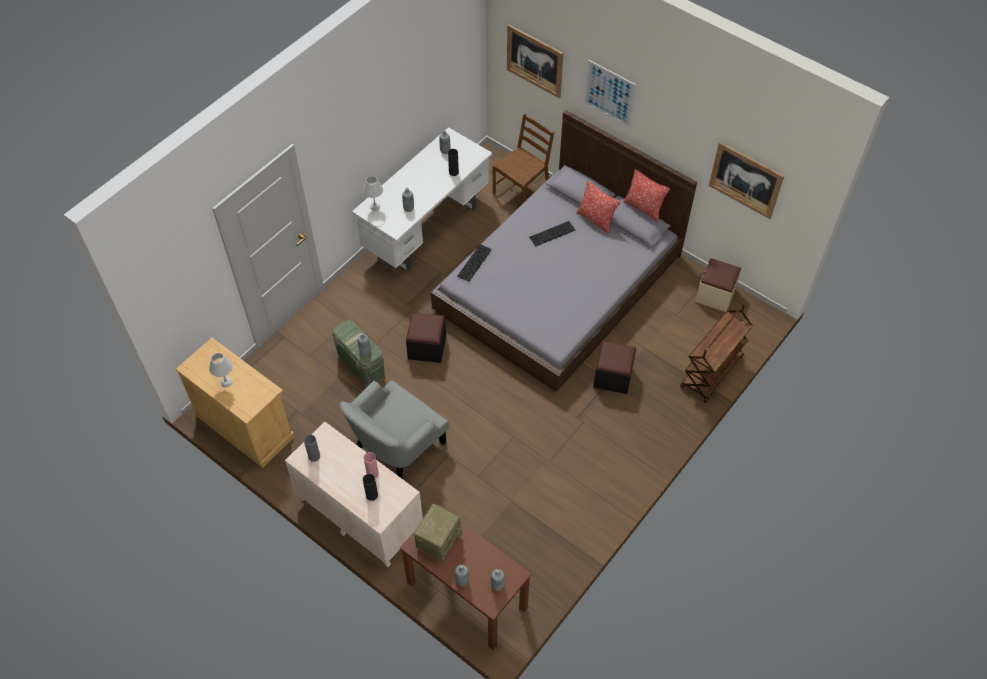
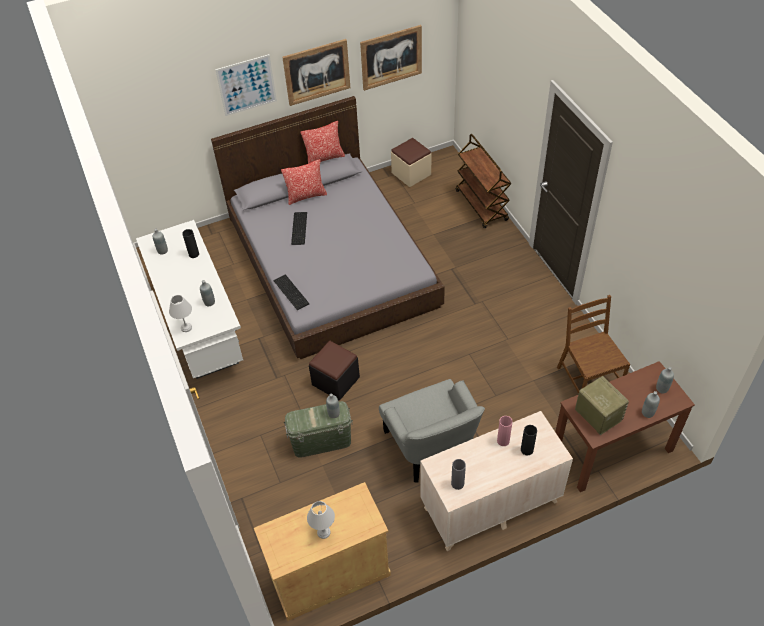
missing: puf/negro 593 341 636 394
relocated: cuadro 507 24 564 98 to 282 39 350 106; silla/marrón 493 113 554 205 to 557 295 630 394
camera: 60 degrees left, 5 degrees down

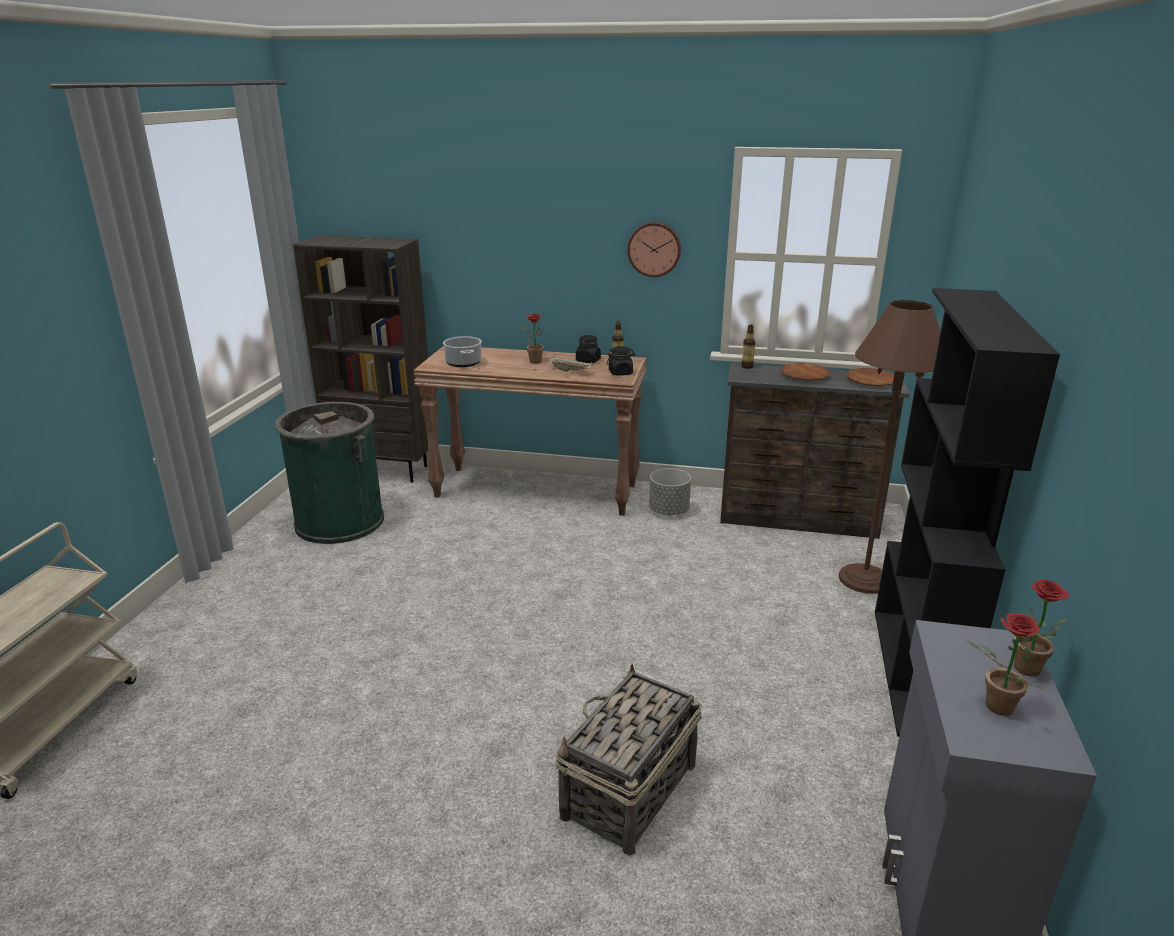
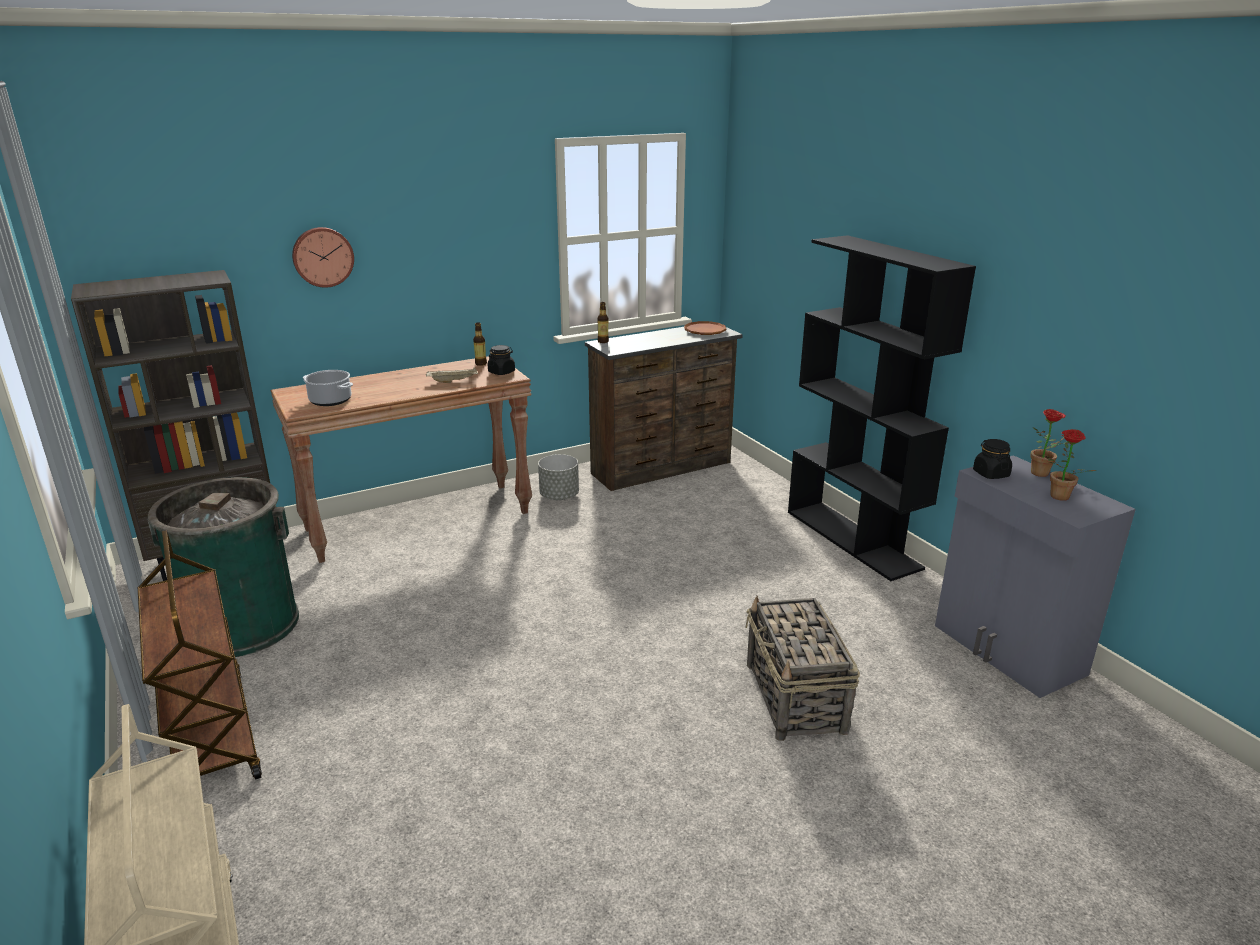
missing: planta en maceta 521 313 546 364; plato/marrón 780 363 830 381; lámpara de pie/marrón 839 300 941 594
appeared: carrito/marrón 138 530 262 780
relocated: reloj de pared 627 222 681 277 to 292 227 354 288; tarro/negro 576 335 601 363 to 973 439 1012 479
camera: 40 degrees left, 0 degrees up

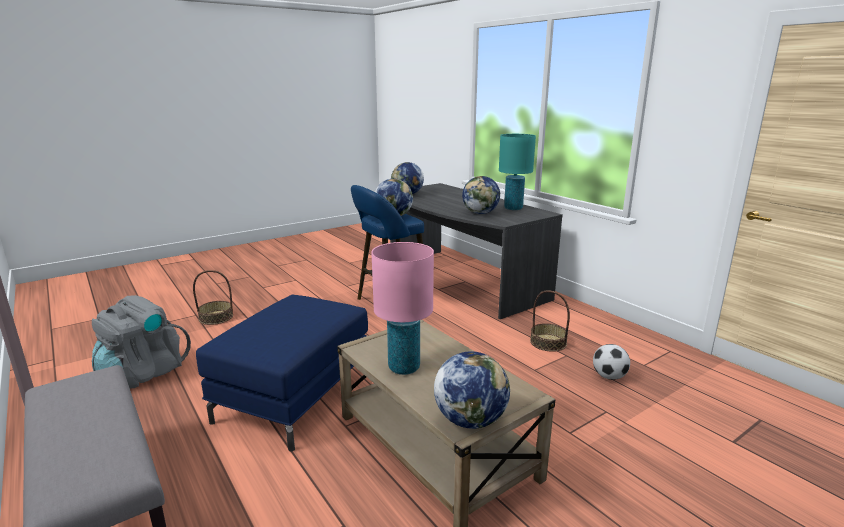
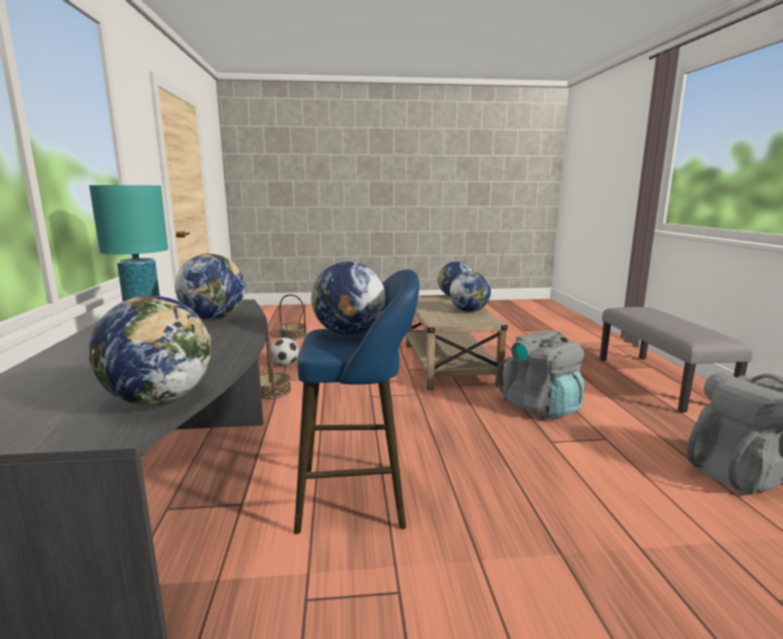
relocated: cesta 193 270 233 325 to 279 294 307 339
exchanged: lámpara de mesa/rosa 371 242 434 375 to globo terráqueo 450 271 491 312; puf/azul 196 294 368 451 to mochila/gris 496 331 585 419
camera: 150 degrees left, 5 degrees down

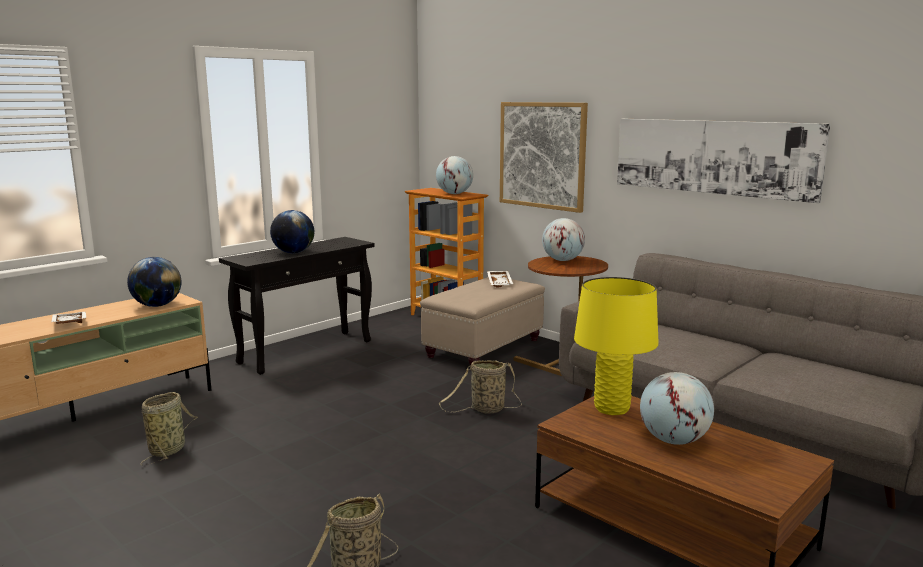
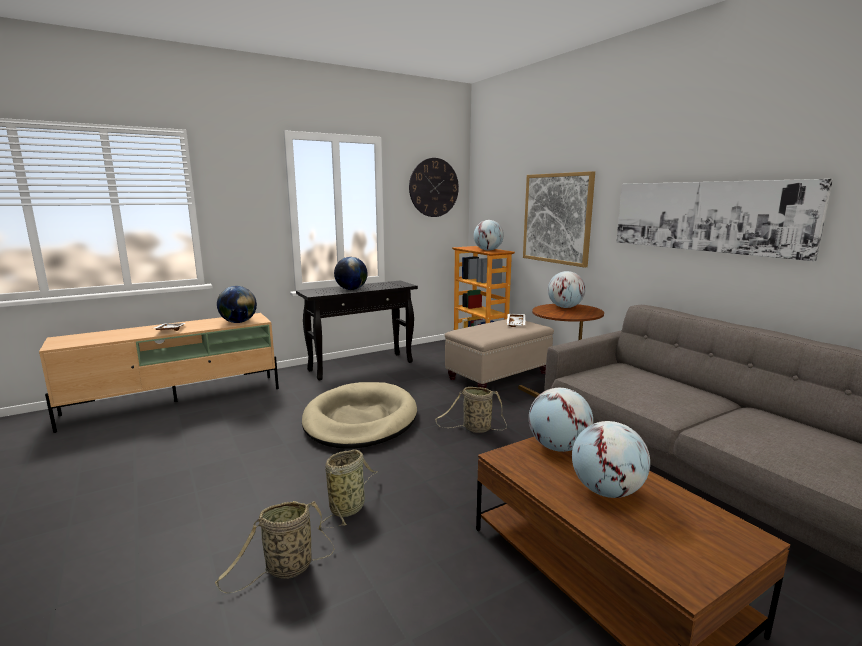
appeared: cama para perro/beis 302 382 417 449; reloj de pared 409 158 459 217
relocated: cesta 141 392 198 465 to 321 450 378 528
exchanged: lámpara de mesa/amarillo 574 277 659 415 to globo terráqueo 529 388 593 452
camera: 15 degrees right, 0 degrees up

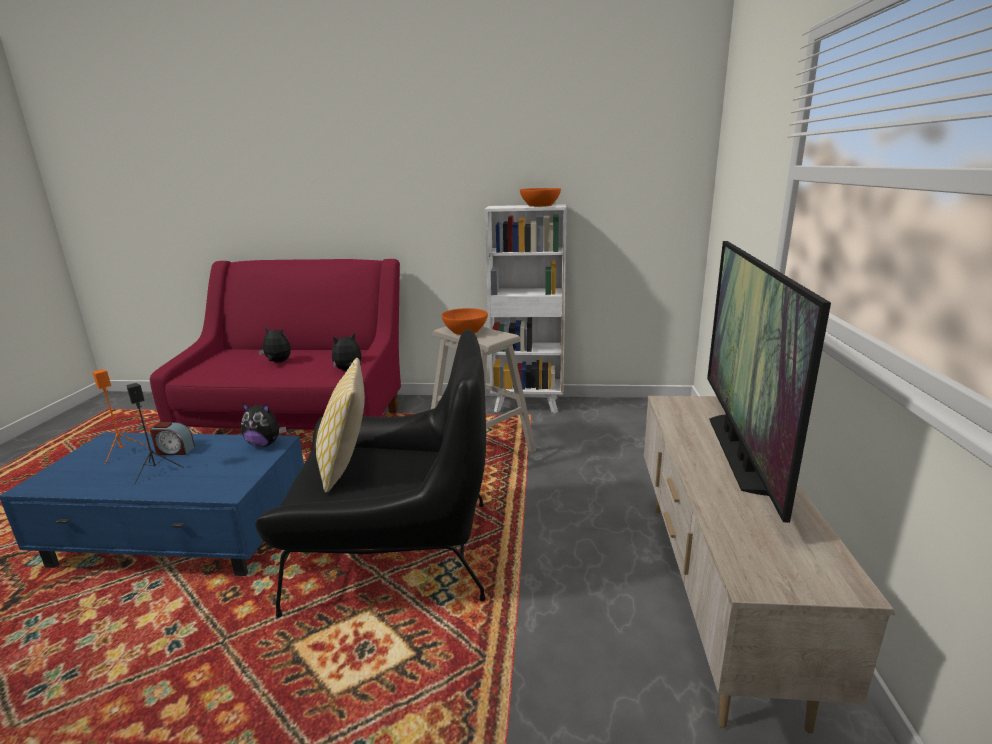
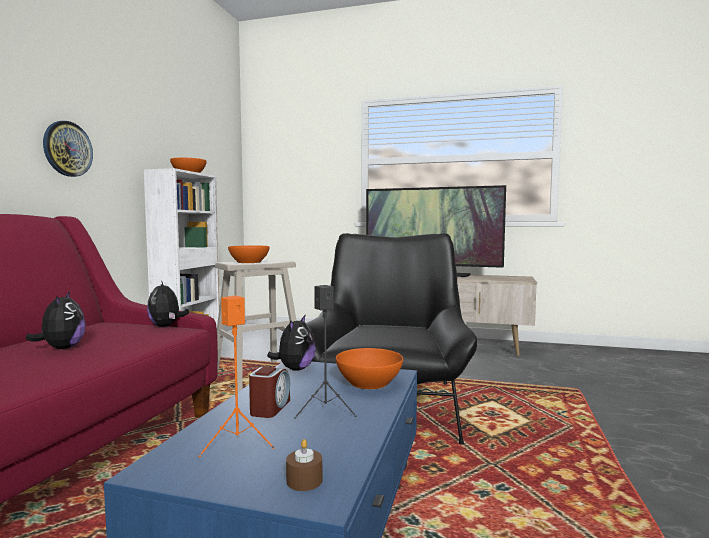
missing: cojín 316 358 365 493
appeared: reloj de pared 43 121 93 177; vela/marrón 286 439 322 491; cuenco/naranja 336 348 403 389
spun: peluche 258 327 291 363 = 25 291 86 349 135 degrees clockwise
camera: 80 degrees left, 15 degrees down

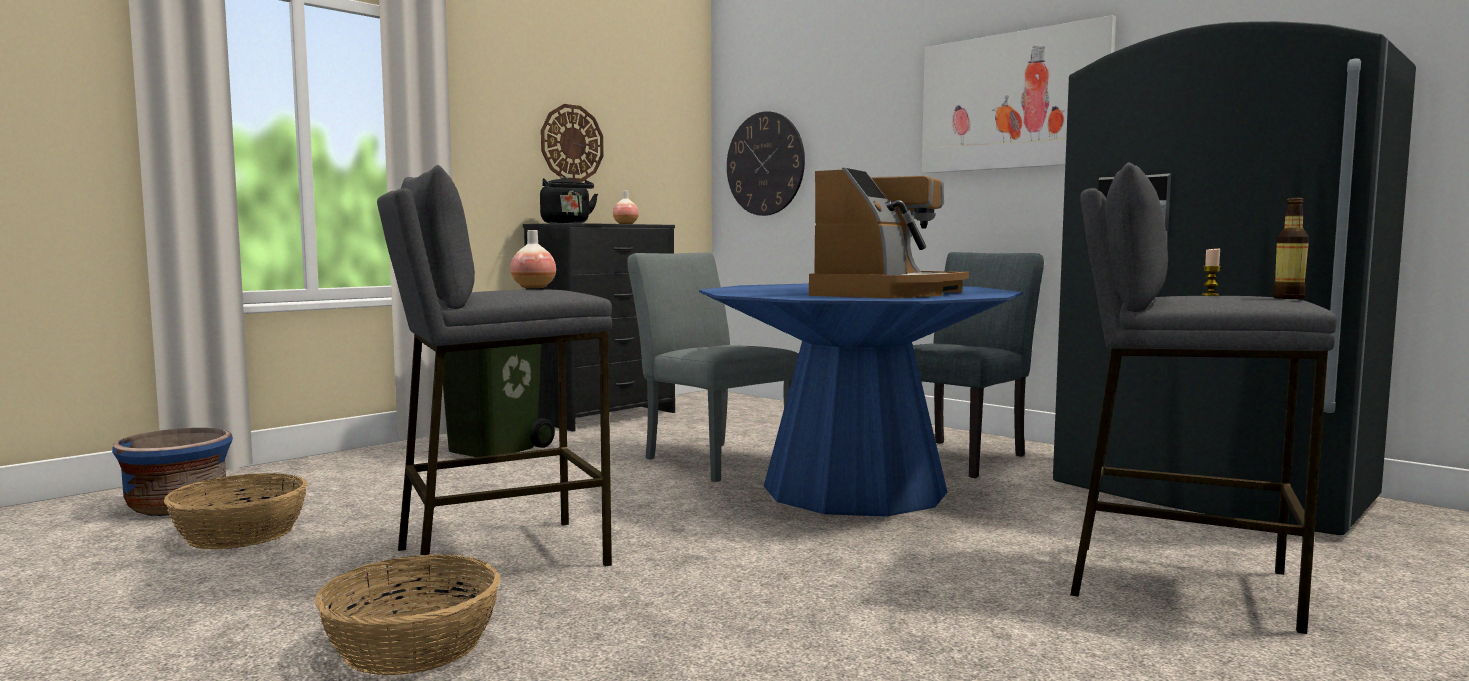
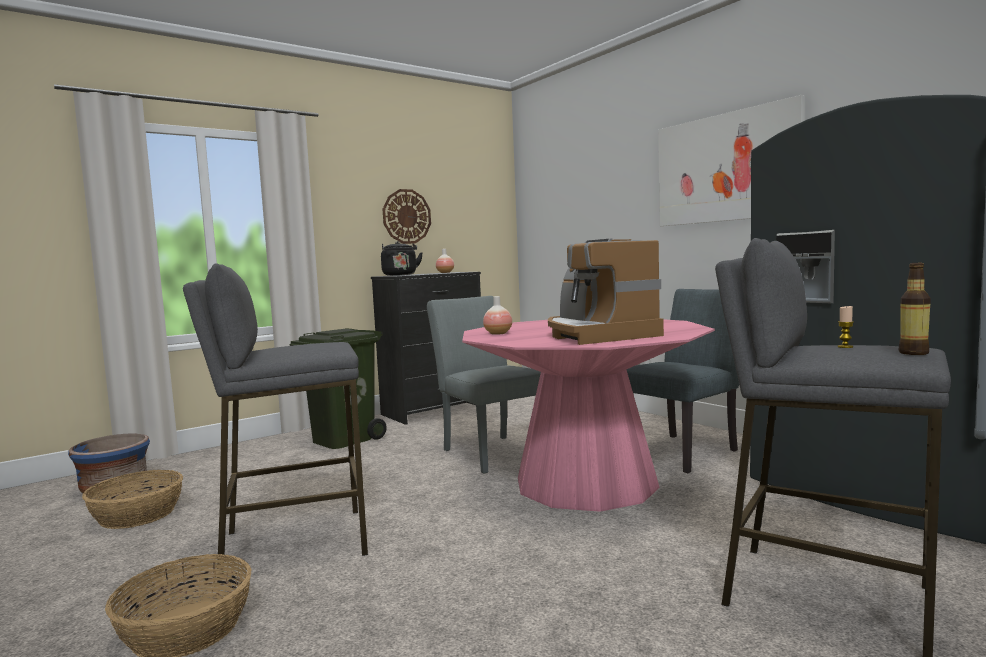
missing: reloj de pared 727 111 805 216
relocated: florero 510 230 556 288 to 483 296 512 335
colour: mesa de comedor/azul 699 283 1023 517 to mesa de comedor/rosa 462 319 715 512
spun: cafetera 809 168 969 298 = 548 238 664 345 120 degrees clockwise
camera: 10 degrees right, 0 degrees up

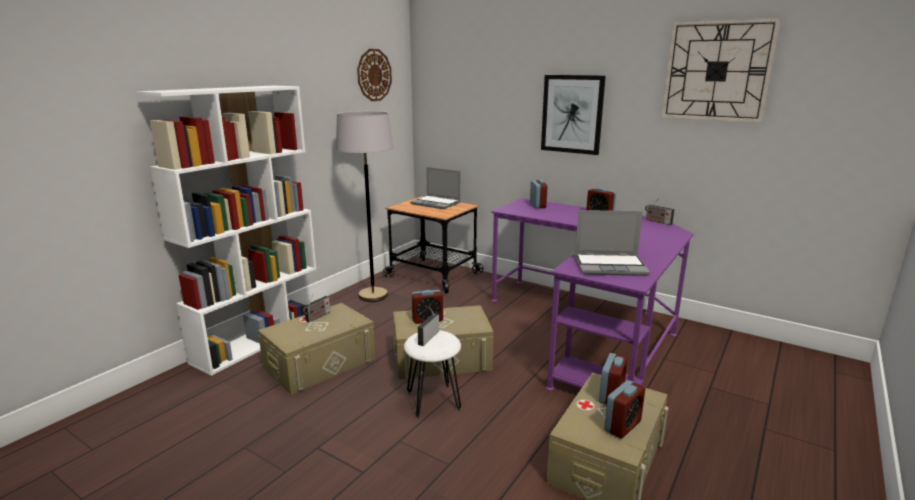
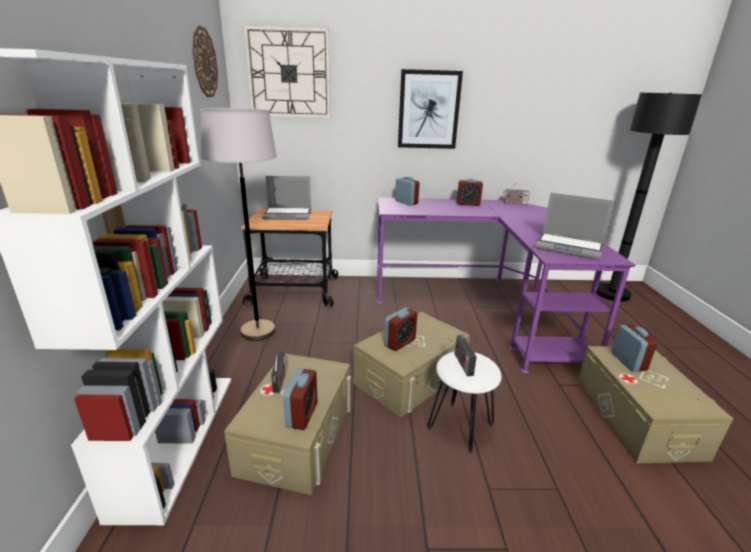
appeared: lámpara de pie/negro 596 92 702 302
relocated: reloj de pared 661 18 780 123 to 244 26 330 118; despertador 604 380 645 439 to 283 368 317 430
spun: portátil 575 210 650 276 = 535 193 615 260 60 degrees clockwise
camera: 35 degrees left, 5 degrees up

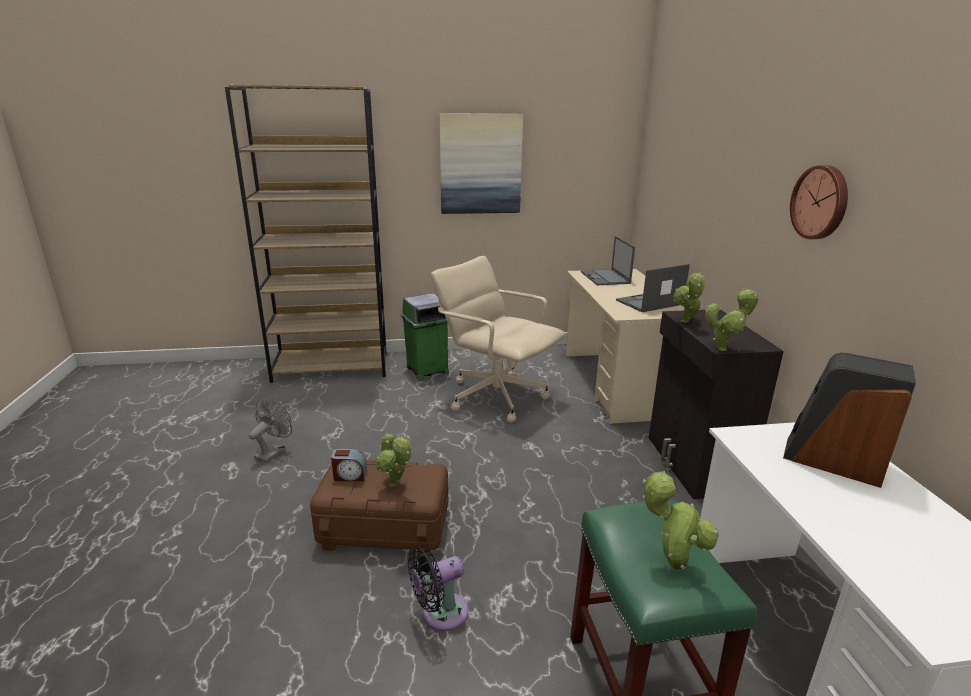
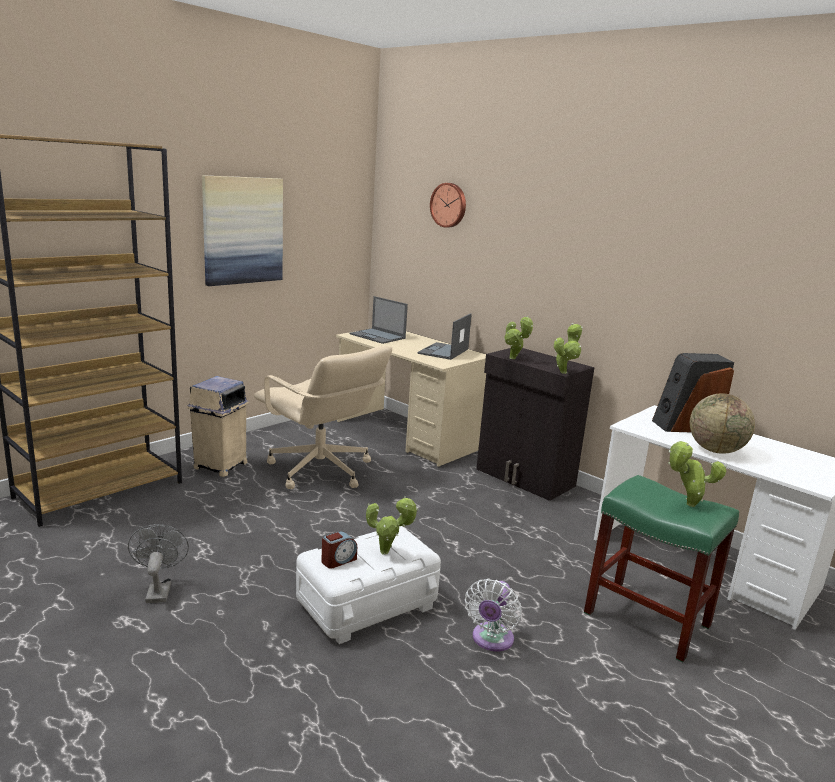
appeared: globo terráqueo 690 393 755 454
relocated: reloj de pared 790 165 848 239 to 430 183 466 228
colour: papelera/verde 401 293 449 380 to papelera/beis 187 376 249 477; caja de almacenaje/marrón 310 460 448 557 to caja de almacenaje/blanco 296 526 441 644; ventilador/negro 408 546 468 631 to ventilador/blanco 465 579 521 651
spun: silla de oficina/beis 431 256 566 422 = 254 346 392 489 135 degrees counterclockwise
camera: 40 degrees left, 5 degrees down

